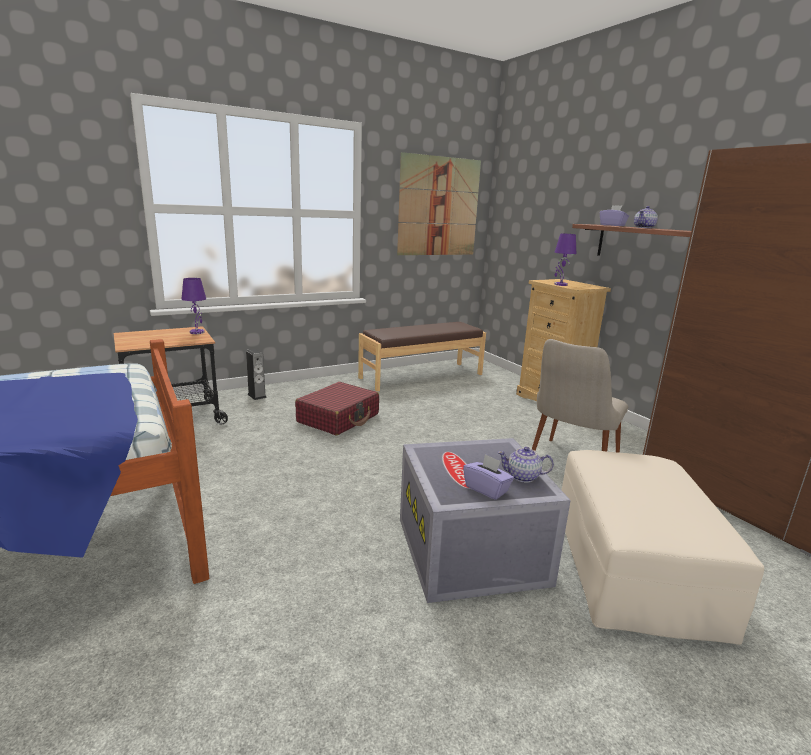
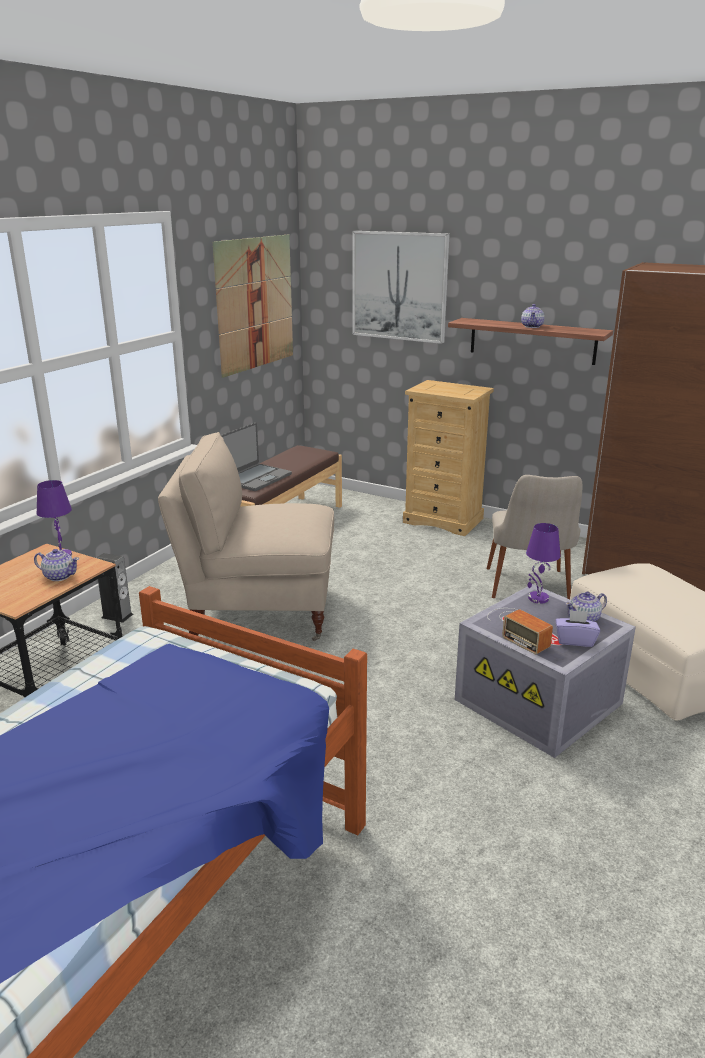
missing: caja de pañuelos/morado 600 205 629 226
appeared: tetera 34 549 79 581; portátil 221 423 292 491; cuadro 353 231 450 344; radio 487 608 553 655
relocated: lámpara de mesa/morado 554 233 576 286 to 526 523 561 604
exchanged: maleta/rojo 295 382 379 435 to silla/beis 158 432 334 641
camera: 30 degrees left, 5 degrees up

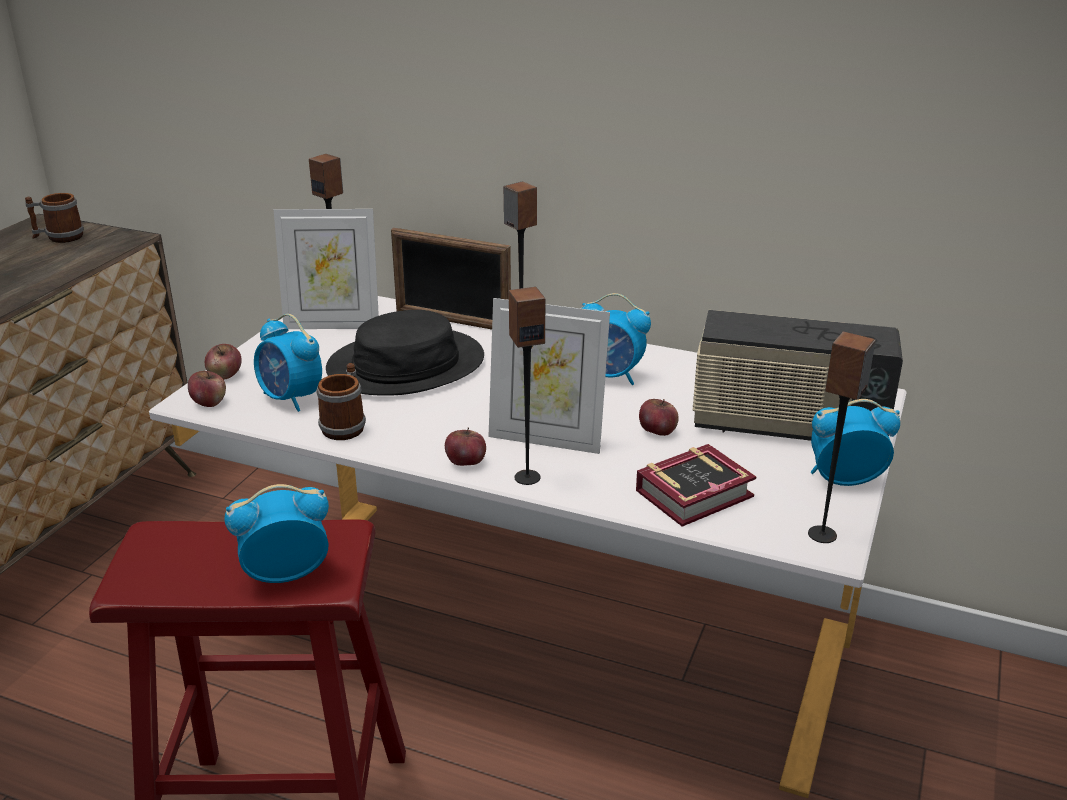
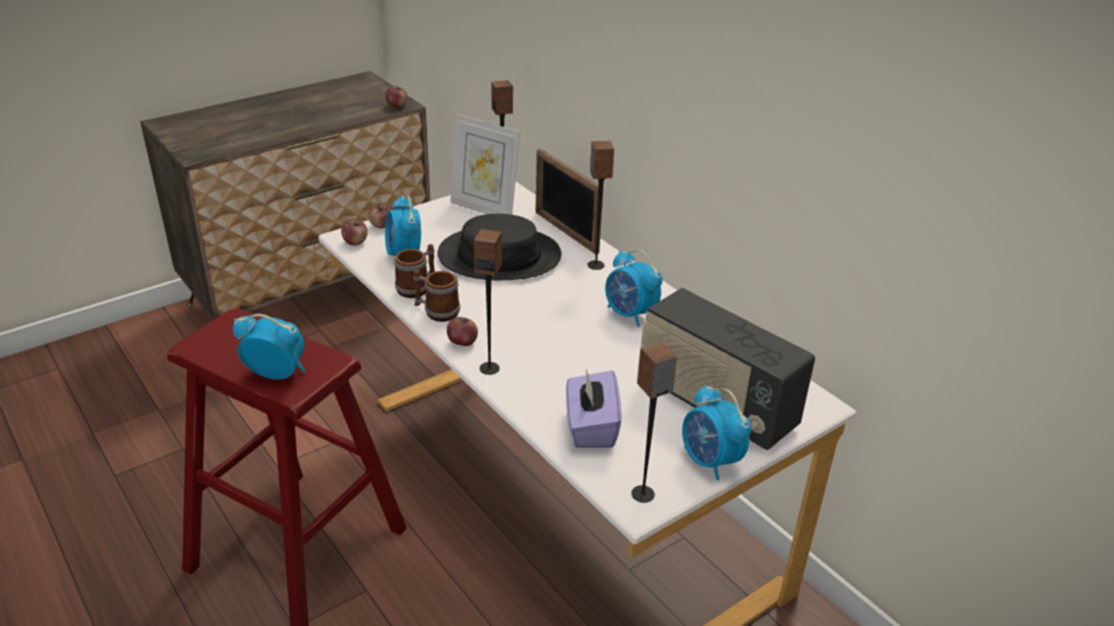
missing: portarretratos 488 298 610 454
relocated: manzana 639 399 679 436 to 385 86 407 108; taza grande 25 193 84 243 to 413 270 460 322
exchanged: libro 636 444 756 527 to caja de pañuelos/morado 566 369 621 448
spun: despertador 811 399 900 486 = 682 385 751 481 150 degrees counterclockwise
camera: 30 degrees right, 5 degrees up

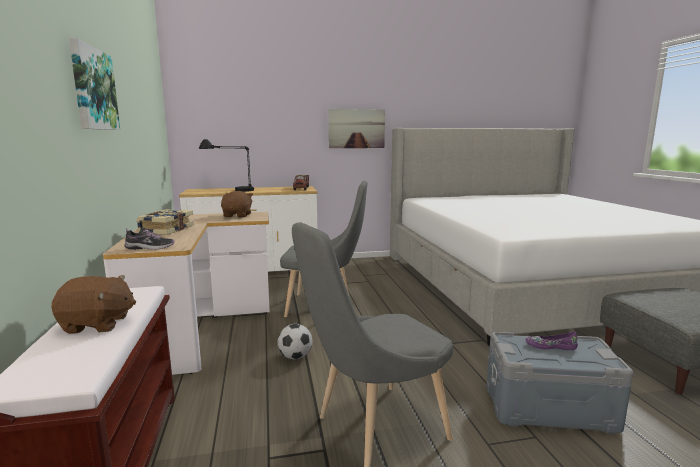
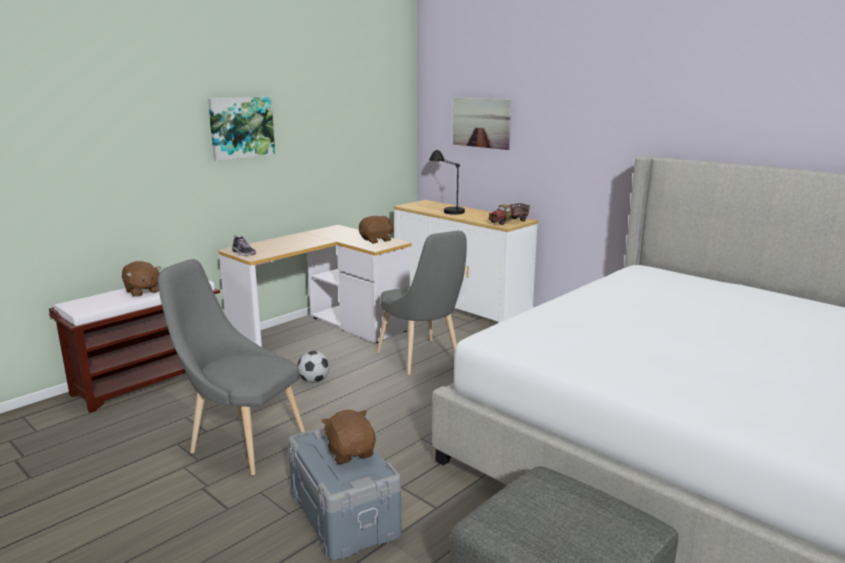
missing: libro 136 209 194 235
relocated: cuadro 329 109 385 148 to 453 97 511 150
exchanged: zapato/morado 526 332 578 350 to peluche/marrón 322 410 376 464
camera: 55 degrees right, 5 degrees up

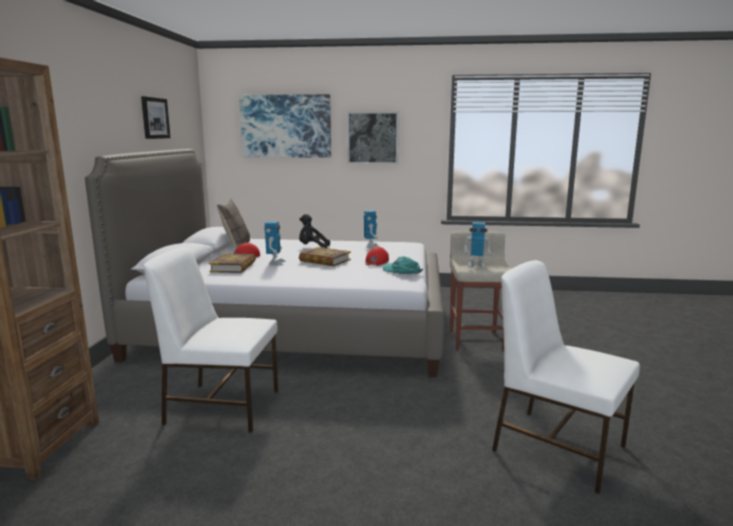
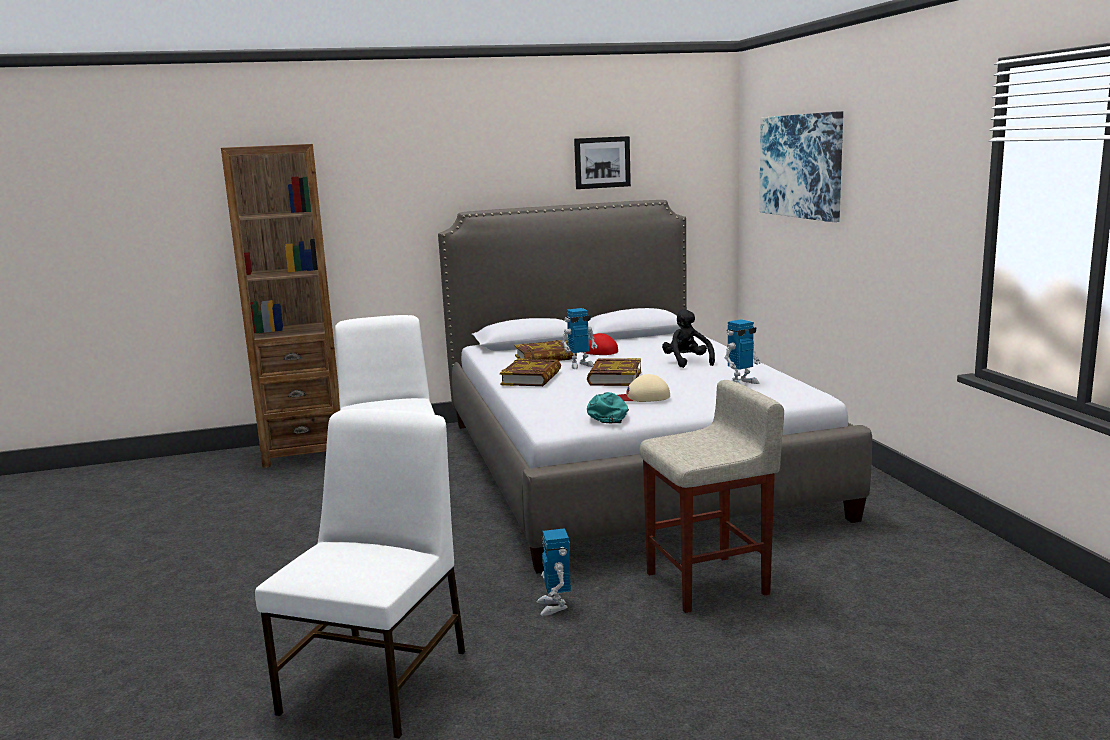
missing: cojín 217 198 250 248; cuadro 347 111 399 164
appeared: libro 500 358 561 386
relocated: robot de juguete 464 222 491 268 to 537 528 571 616
colour: gorra/rojo 365 247 389 266 to gorra/beis 618 374 670 402
camera: 70 degrees right, 0 degrees up

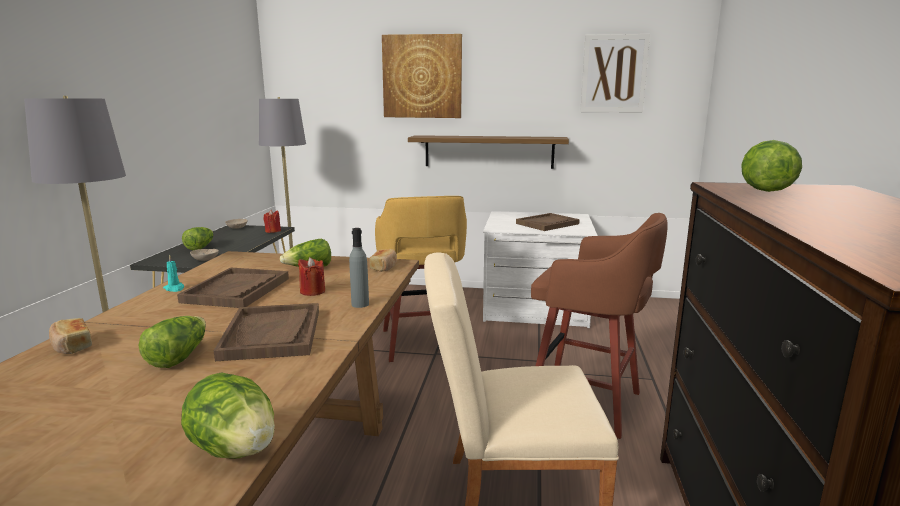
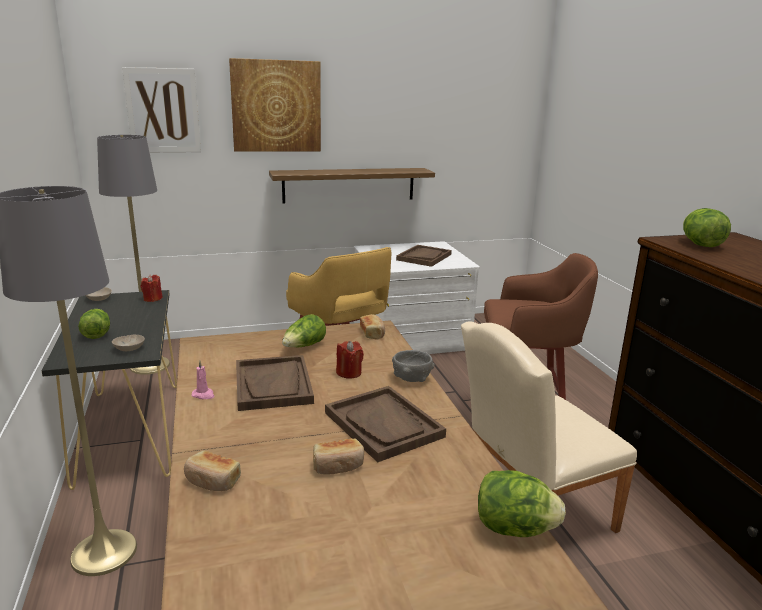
relocated: cuadro 580 34 650 112 to 122 67 201 153
exchanged: lechuga 139 316 206 368 to pan 313 438 364 475; botella/gris 349 228 369 308 to cuenco/gris 392 350 434 382
colour: vela/turquesa 163 254 184 292 to vela/rosa 191 361 215 399
camera: 25 degrees left, 5 degrees up

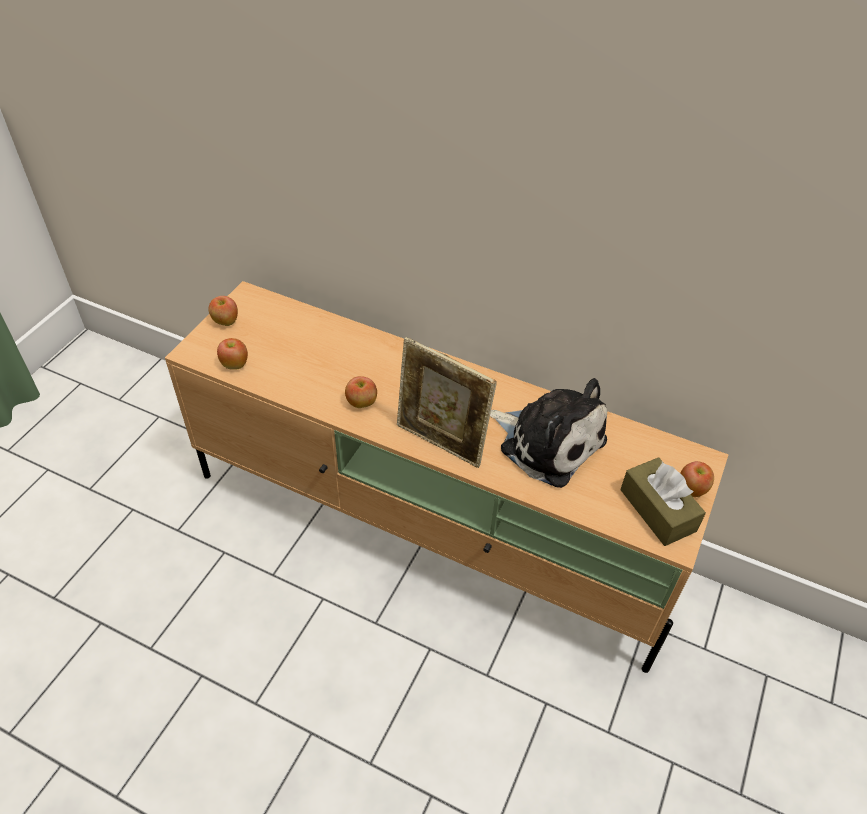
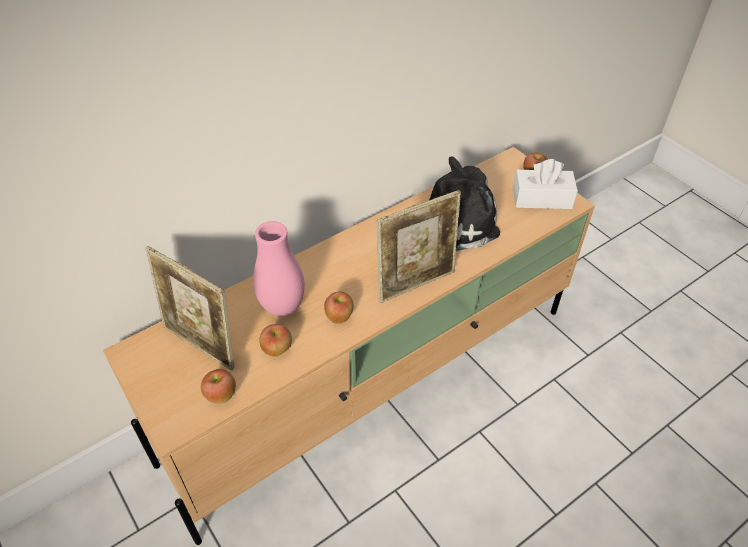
appeared: portarretratos 146 246 234 370; florero/rosa 253 221 305 317
relocated: manzana 208 296 238 326 to 259 324 292 356
colour: caja de pañuelos/marrón 620 457 706 546 to caja de pañuelos/blanco 513 159 578 209
camera: 60 degrees left, 0 degrees up

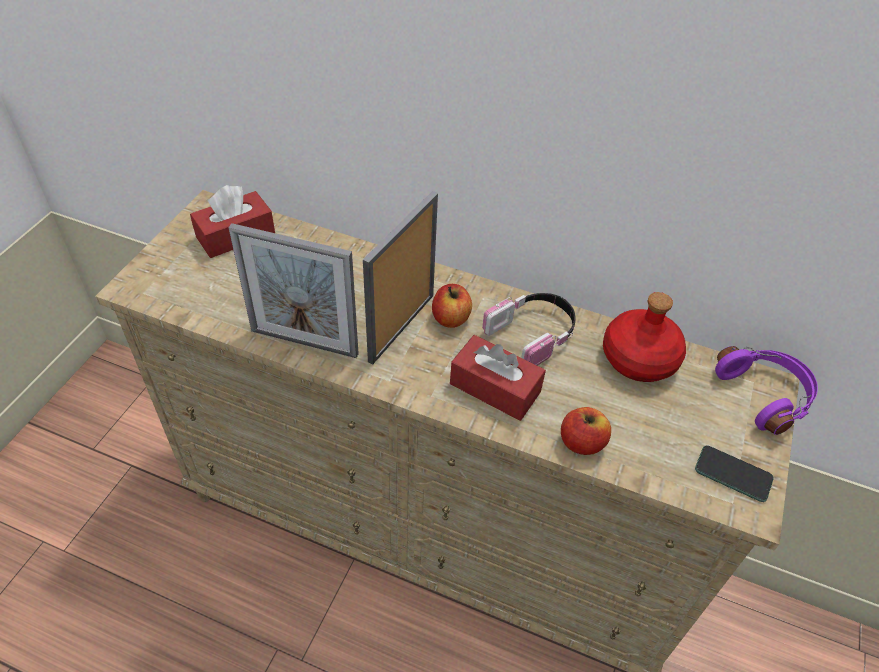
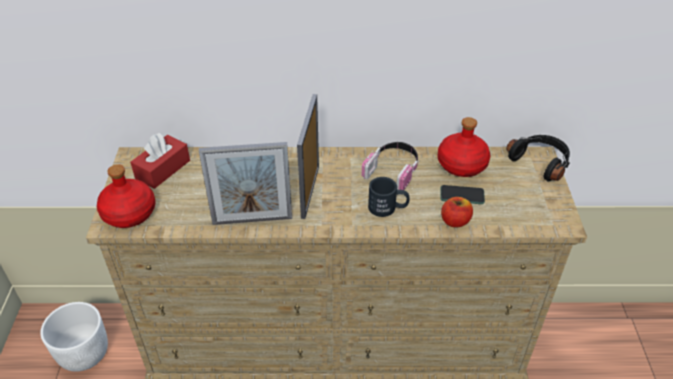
missing: manzana 432 284 472 328
appeared: maceta/blanco 40 302 108 372; botella/rojo 97 165 155 228
relocated: móvil 695 445 774 502 to 440 185 485 204
exchanged: caja de pañuelos/rojo 450 335 546 421 to taza grande/negro 368 177 409 217
colour: auriculares/morado 715 346 818 435 to auriculares/negro 506 135 570 182
camera: 20 degrees left, 5 degrees down

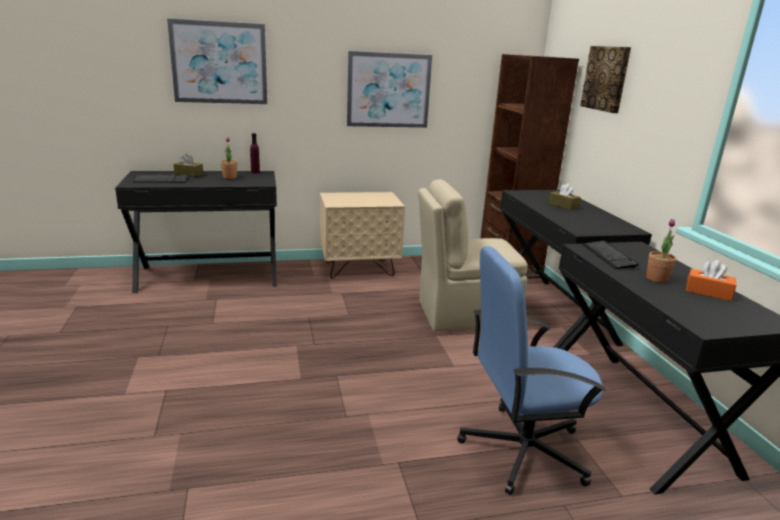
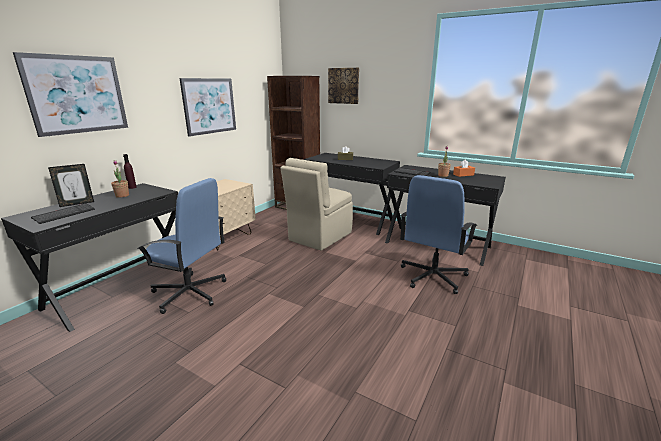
appeared: silla de oficina/azul 137 178 226 314
exchanged: caja de pañuelos/marrón 173 154 203 177 to portarretratos 48 164 94 207
camera: 45 degrees left, 0 degrees up

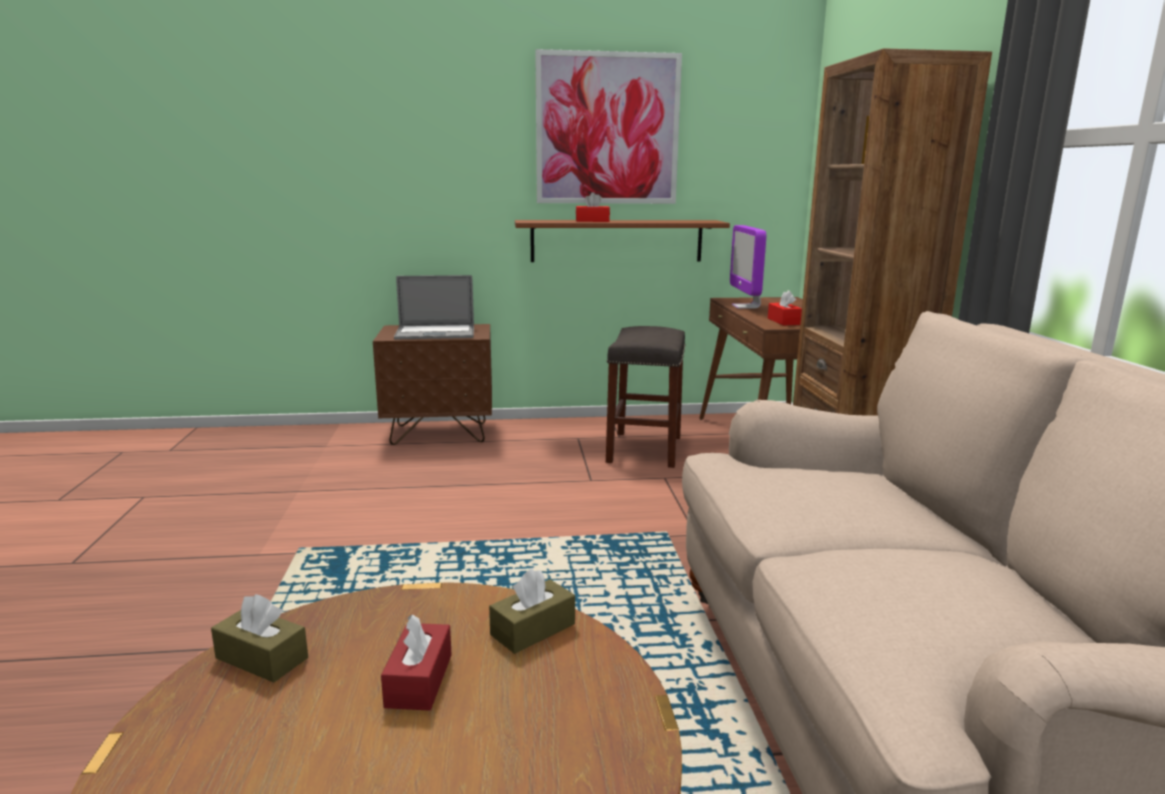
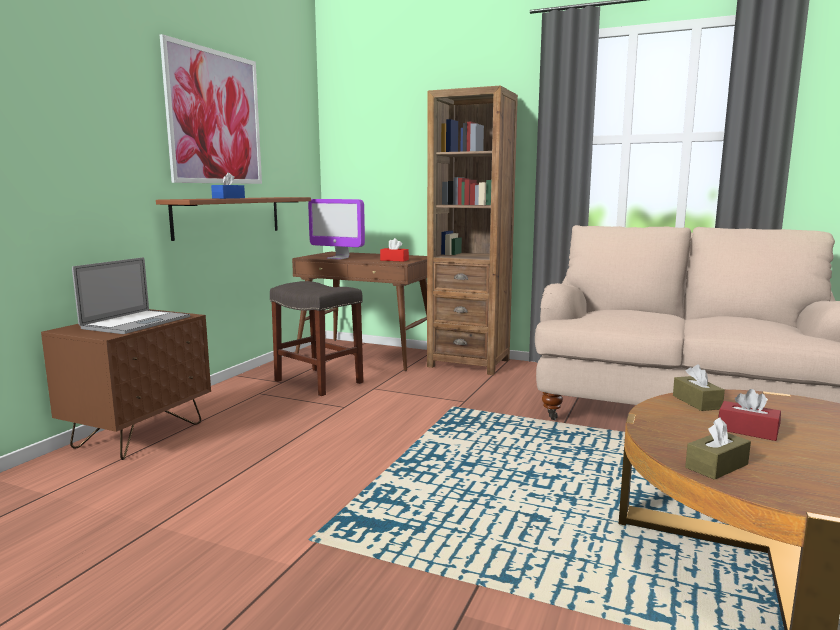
colour: caja de pañuelos/rojo 576 192 610 222 to caja de pañuelos/azul 211 172 245 199
camera: 60 degrees left, 5 degrees down

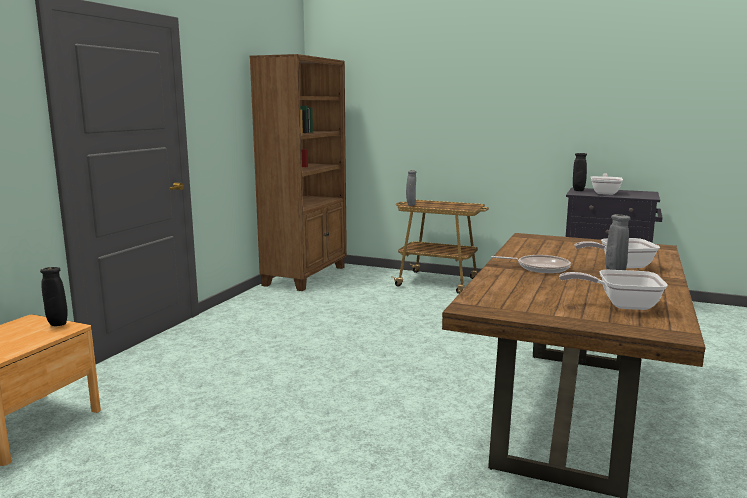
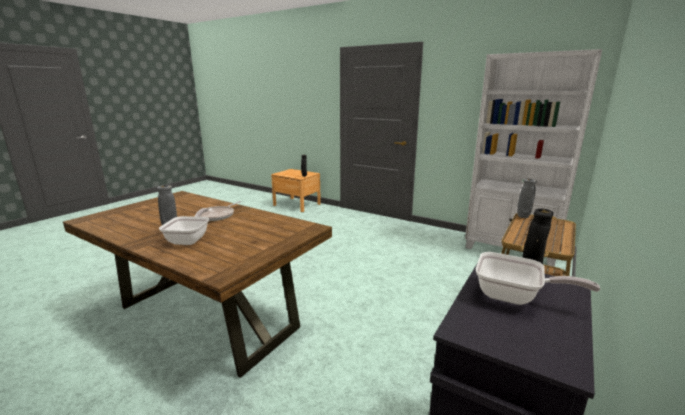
missing: sartén 559 270 668 310
colour: estantería/marrón 249 54 347 291 to estantería/blanco 465 49 602 267
camera: 100 degrees right, 5 degrees up

